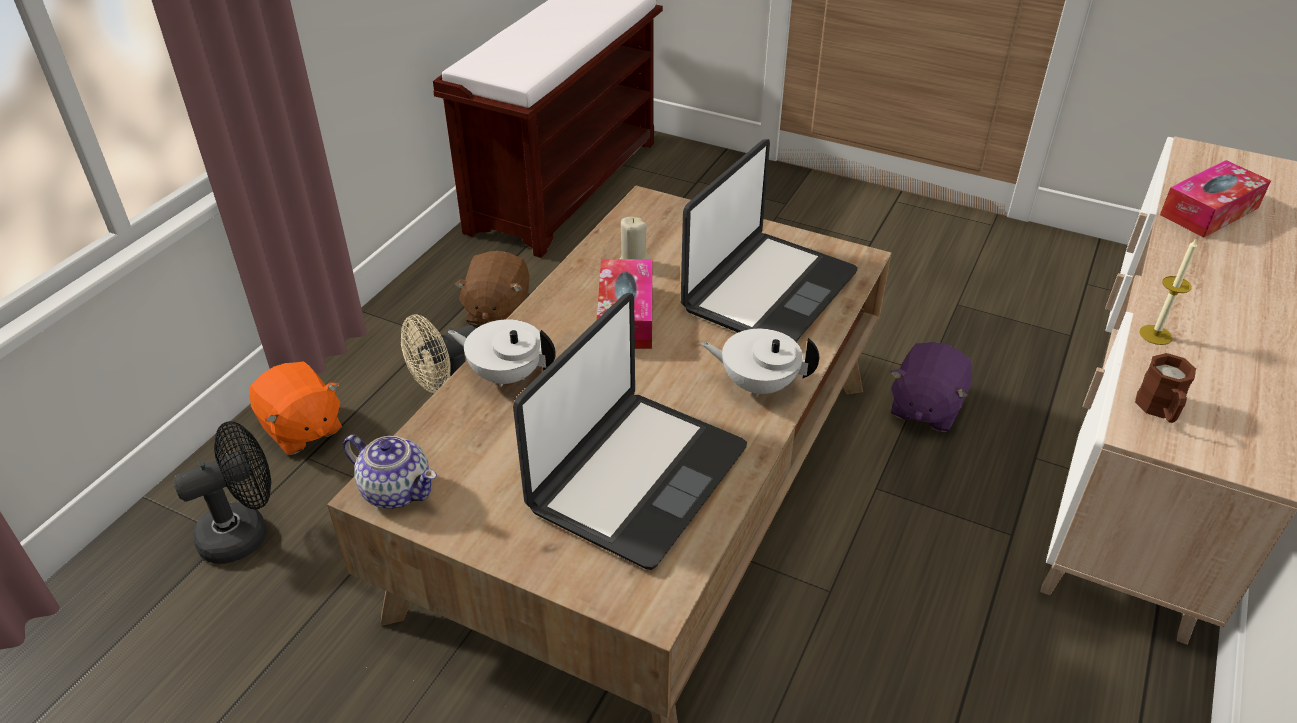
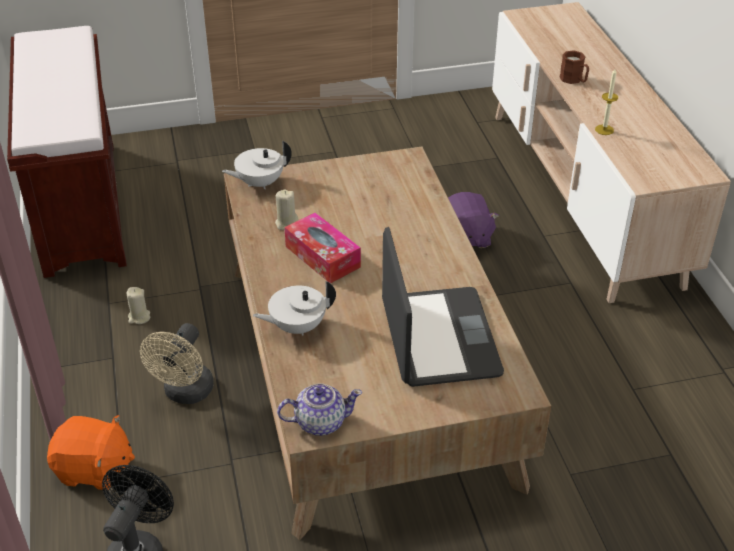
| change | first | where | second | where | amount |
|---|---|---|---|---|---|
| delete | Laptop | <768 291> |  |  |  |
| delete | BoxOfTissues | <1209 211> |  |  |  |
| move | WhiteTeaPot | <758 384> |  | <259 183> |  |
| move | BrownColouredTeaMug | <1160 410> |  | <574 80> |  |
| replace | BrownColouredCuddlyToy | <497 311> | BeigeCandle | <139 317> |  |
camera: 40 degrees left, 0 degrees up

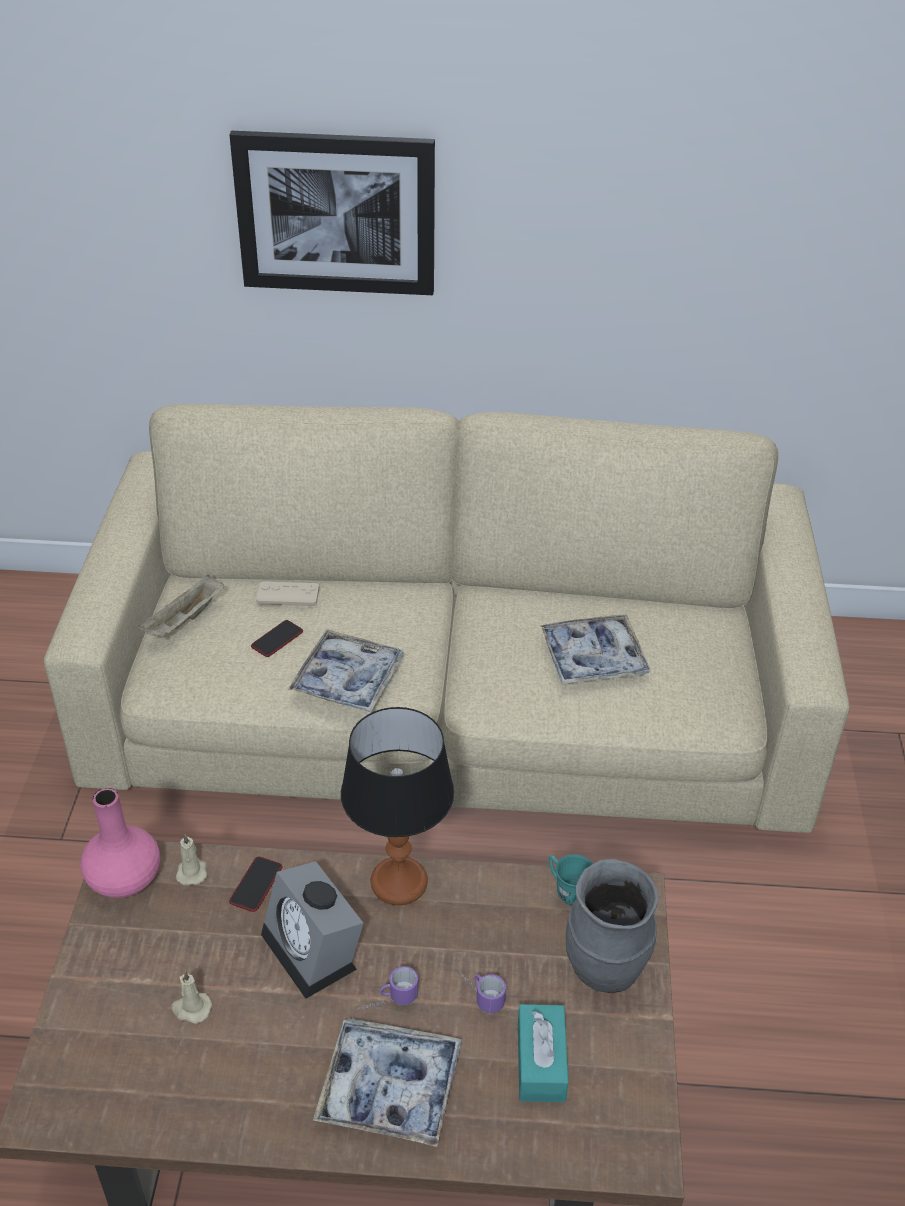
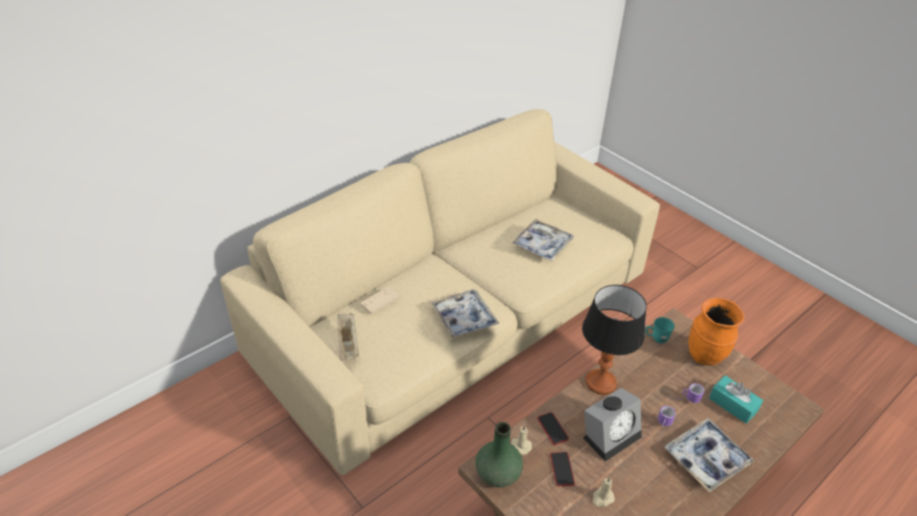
| change | first | where | second | where | amount |
|---|---|---|---|---|---|
| delete | WallArt | <336 213> |  |  |  |
| move | Phone | <277 639> |  | <562 469> |  |
| recolor | PinkFlowerVase | <124 879> | GreenFlowerVase | <498 474> |  |
| recolor | GrayFlowerVase | <605 970> | OrangeColouredFlowerVase | <705 356> |  |
| rotate | TableClock | <314 951> |  | <611 434> | 45 degrees counterclockwise |
camera: 45 degrees left, 0 degrees up

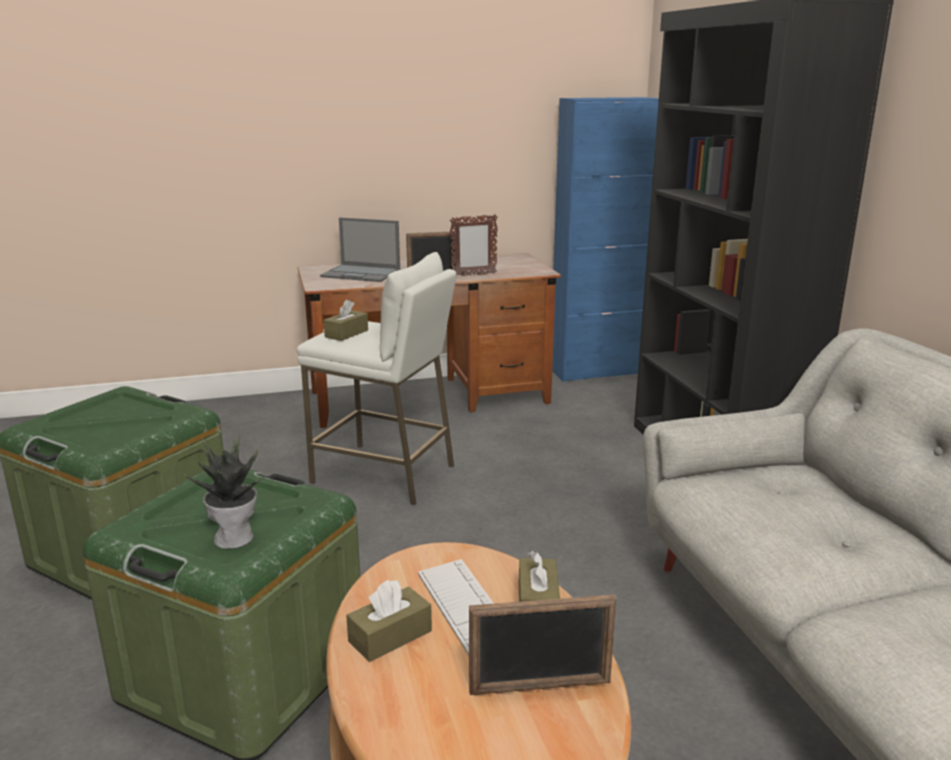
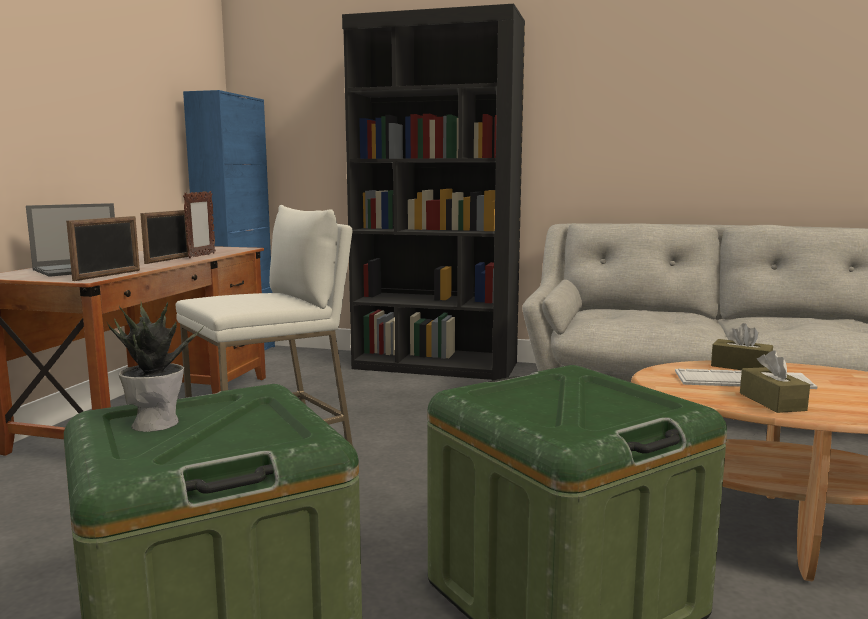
| change | first | where | second | where | amount |
|---|---|---|---|---|---|
| delete | BrownColouredBoxOfTissues | <346 333> |  |  |  |
| move | PlantInAPot | <235 538> |  | <156 423> |  |
| move | PictureFrame | <540 687> |  | <108 275> |  |
camera: 60 degrees left, 10 degrees down

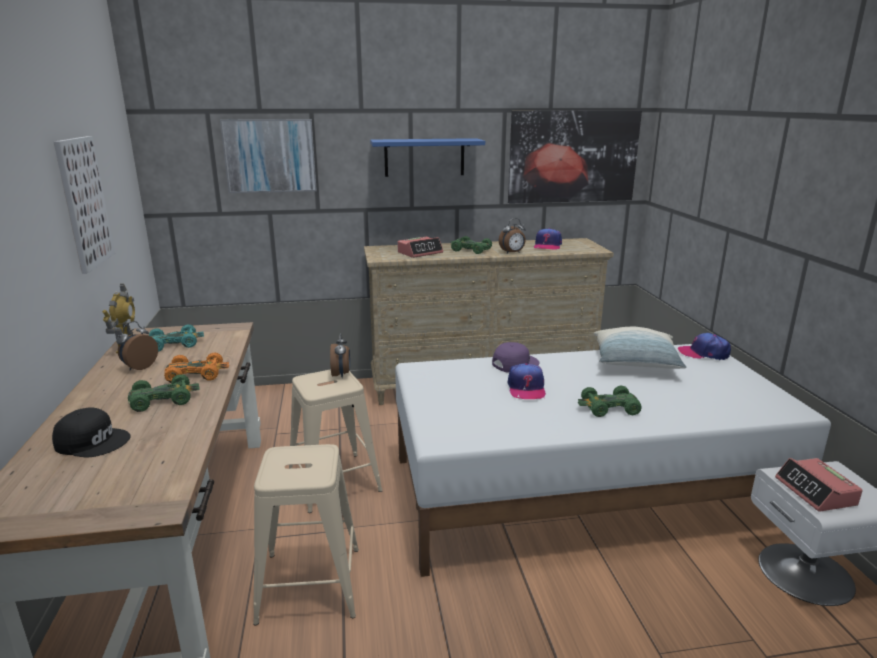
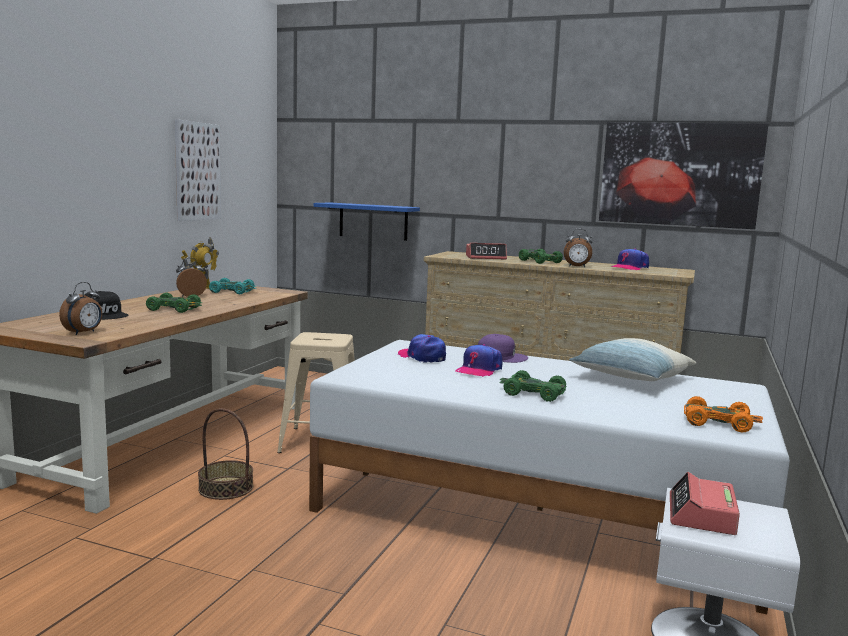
| change | first | where | second | where | amount |
|---|---|---|---|---|---|
| delete | WallArt | <270 156> |  |  |  |
| move | OrangeColouredToyCar | <197 374> |  | <719 423> |  |
| move | TableClock | <341 374> |  | <84 333> |  |
| move | BluishShelf | <424 157> |  | <373 221> |  |
| move | PeakedCap | <704 353> |  | <422 357> |  |
| replace | BeigeSittingStool | <310 584> | StorageBasket | <225 488> |  |
camera: 30 degrees right, 10 degrees down

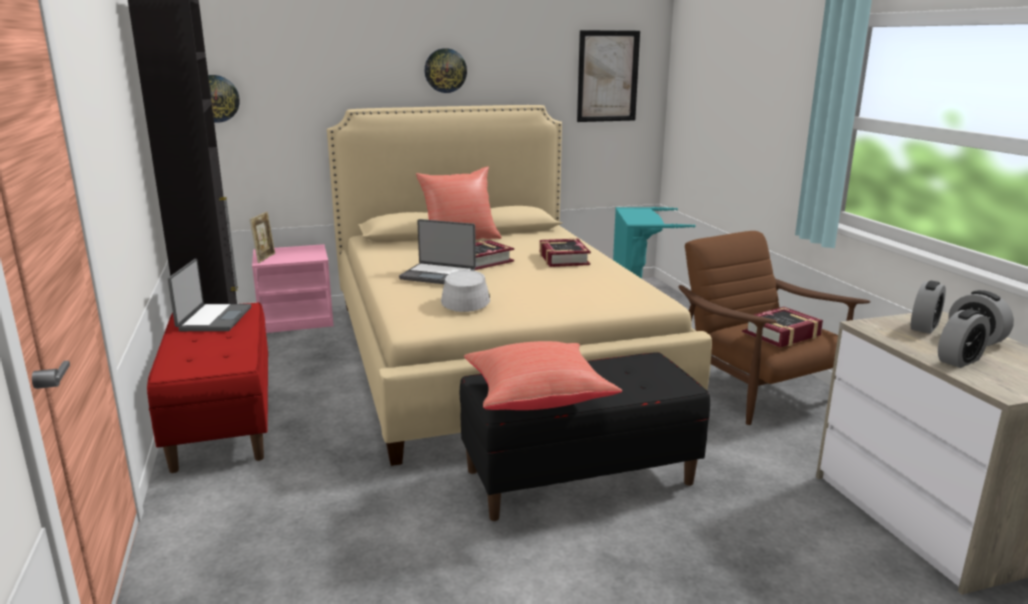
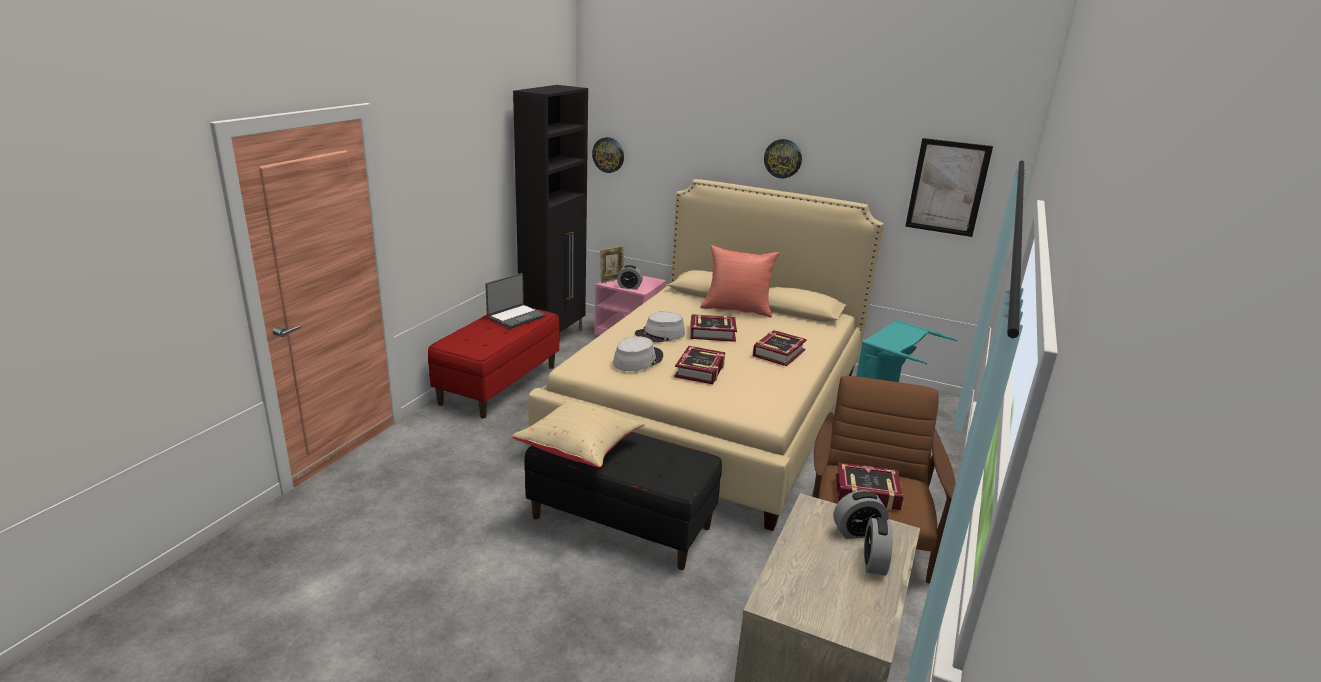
| change | first | where | second | where | amount |
|---|---|---|---|---|---|
| insert |  |  | BoundBook | <700 370> |  |
| move | TableClock | <959 360> |  | <629 287> |  |
| replace | Laptop | <438 275> | GrayClothingHat | <660 334> |  |
| recolor | ReddishPillow | <536 397> | BeigePillow | <580 448> |  |
camera: 40 degrees right, 5 degrees up

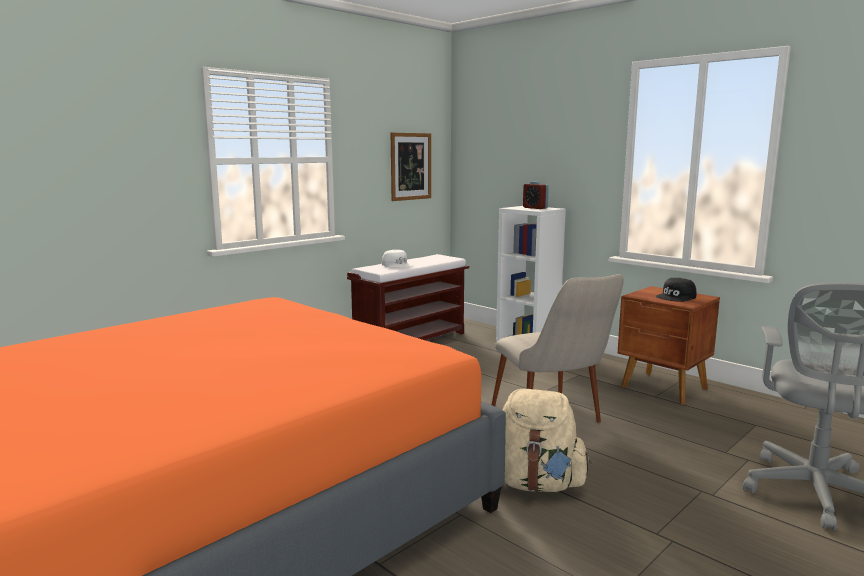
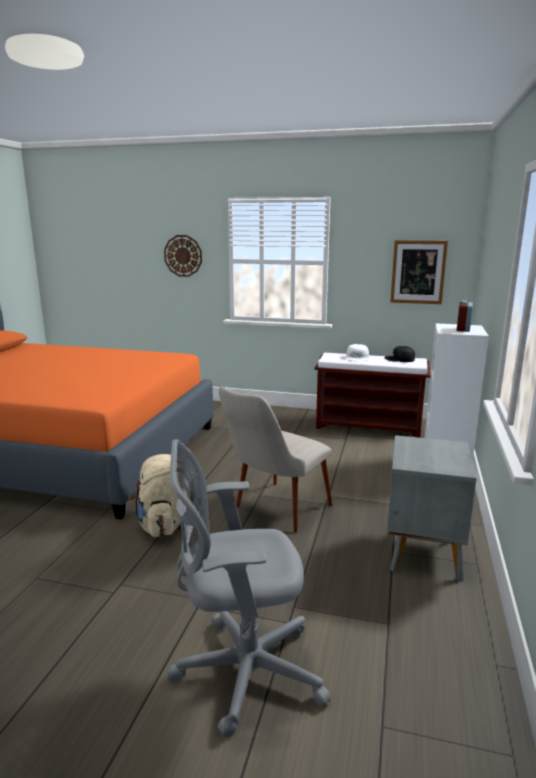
| change | first | where | second | where | amount |
|---|---|---|---|---|---|
| insert |  |  | ClockOnTheWall | <183 256> |  |
| move | BlackColouredPeakedCap | <676 297> |  | <400 359> |  |
| recolor | BrownColouredNightstand | <664 388> | GrayNightstand | <423 554> |  |
camera: 60 degrees right, 5 degrees up

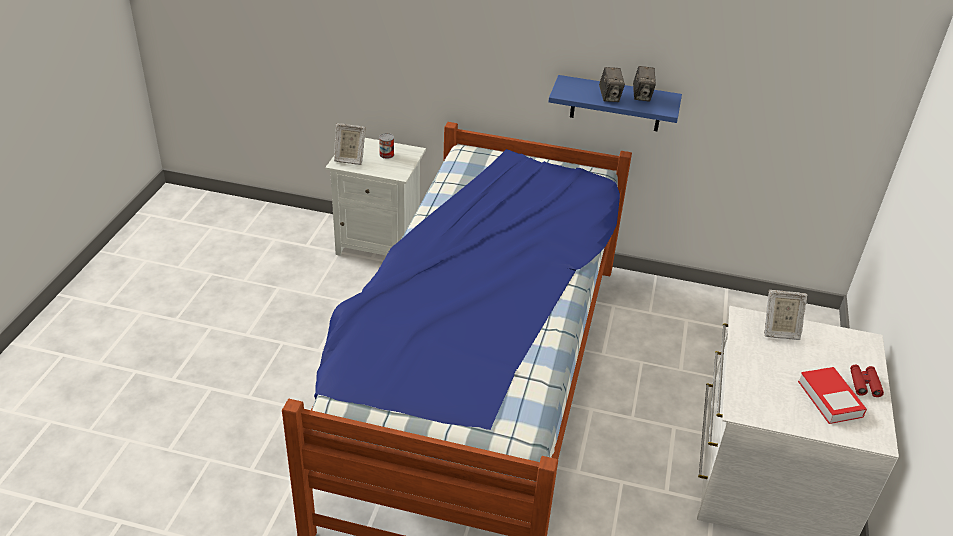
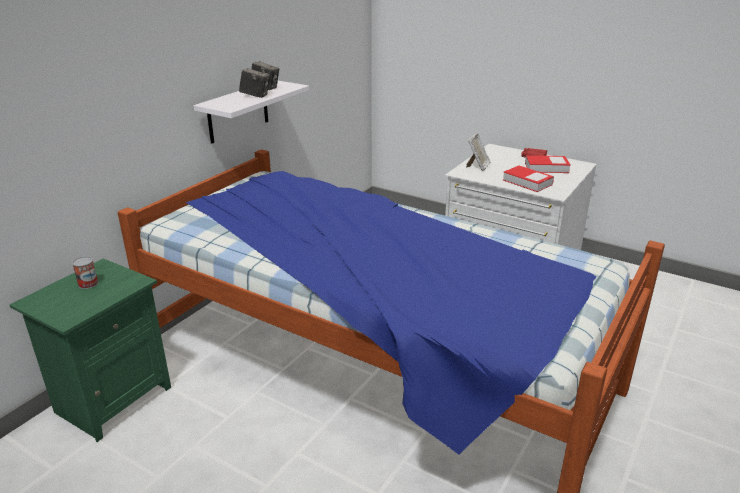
| change | first | where | second | where | amount |
|---|---|---|---|---|---|
| delete | PictureFrame | <349 159> |  |  |  |
| insert |  |  | BoundBook | <527 182> |  |
| recolor | WhiteNightstand | <379 244> | GreenNightstand | <112 399> |  |
| recolor | BluishShelf | <616 104> | WhiteShelf | <238 112> |  |
camera: 70 degrees left, 10 degrees down

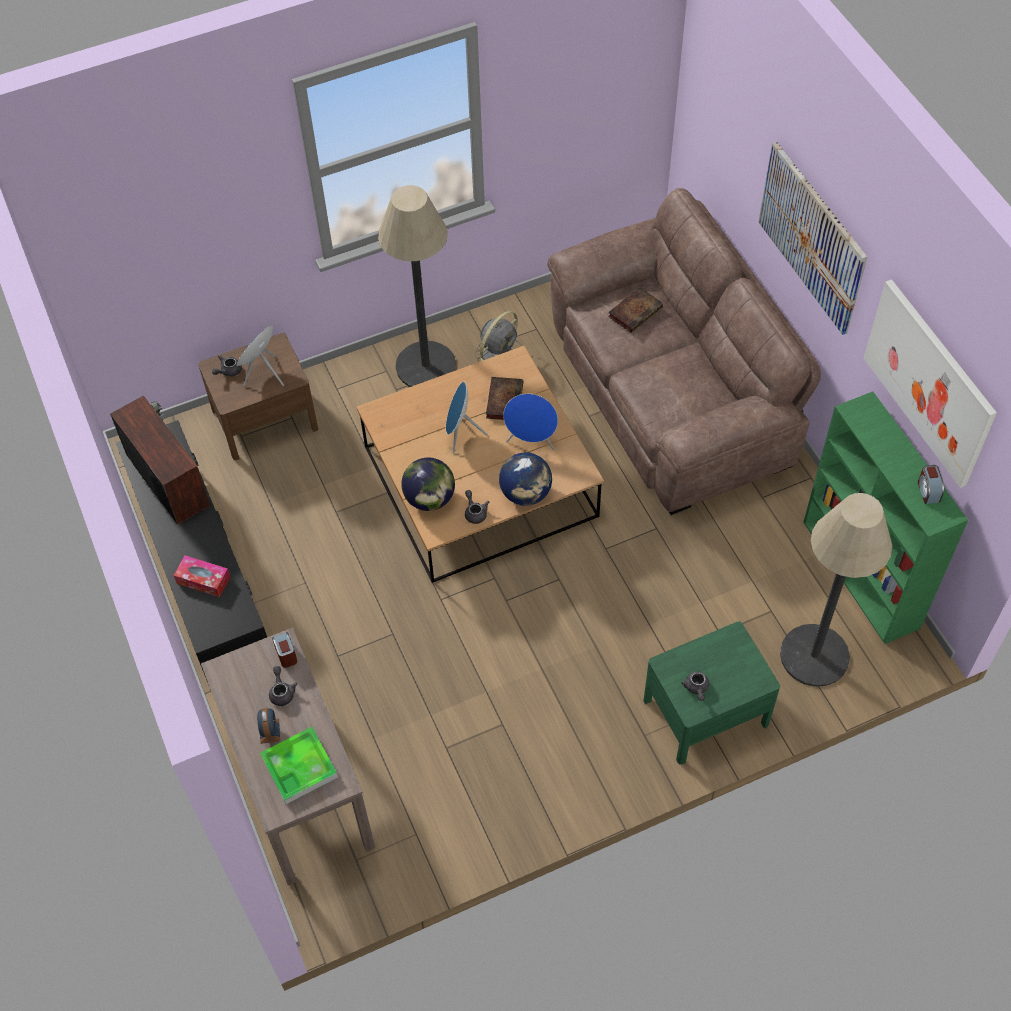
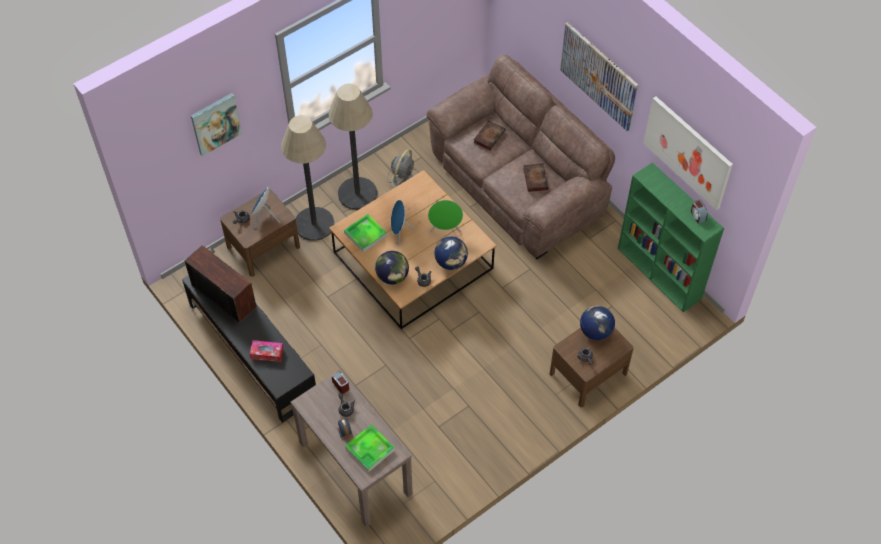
| change | first | where | second | where | amount |
|---|---|---|---|---|---|
| insert |  |  | WallArt | <215 123> |  |
| insert |  |  | Tray | <365 234> |  |
| insert |  |  | WorldGlobe | <595 331> |  |
| move | BoundBook | <504 400> |  | <535 178> |  |
| move | StandardLamp | <814 655> |  | <314 224> |  |
| recolor | BluishLoudspeaker | <531 441> | GreenLoudspeaker | <445 229> |  |
| recolor | GreenNightstand | <705 712> | BrownColouredNightstand | <588 373> |  |
camera: 15 degrees left, 0 degrees up

